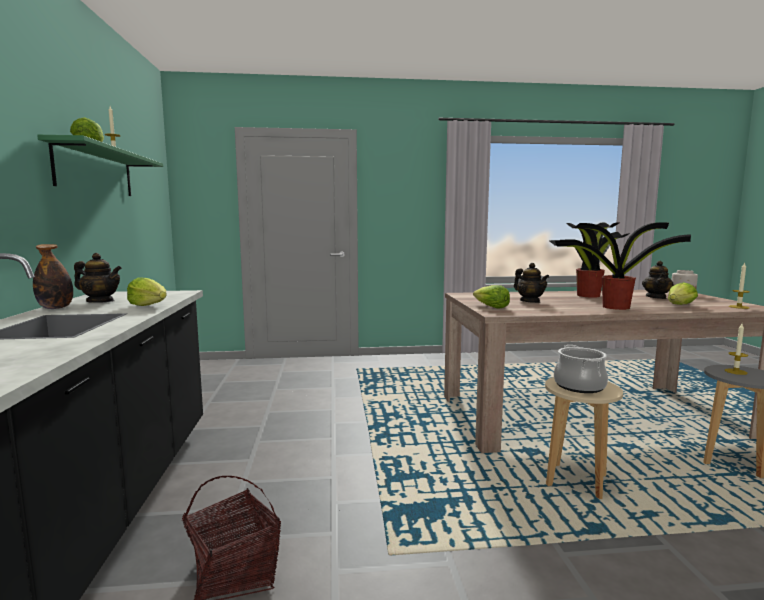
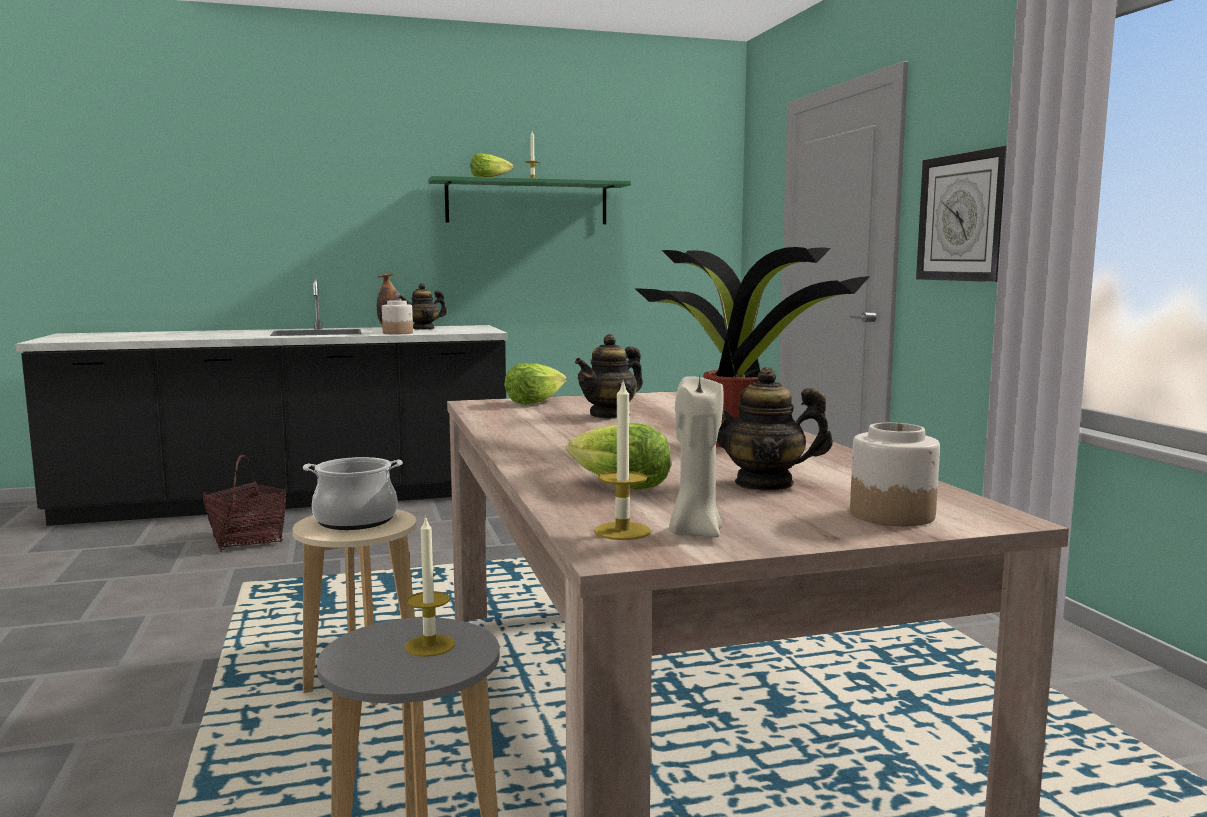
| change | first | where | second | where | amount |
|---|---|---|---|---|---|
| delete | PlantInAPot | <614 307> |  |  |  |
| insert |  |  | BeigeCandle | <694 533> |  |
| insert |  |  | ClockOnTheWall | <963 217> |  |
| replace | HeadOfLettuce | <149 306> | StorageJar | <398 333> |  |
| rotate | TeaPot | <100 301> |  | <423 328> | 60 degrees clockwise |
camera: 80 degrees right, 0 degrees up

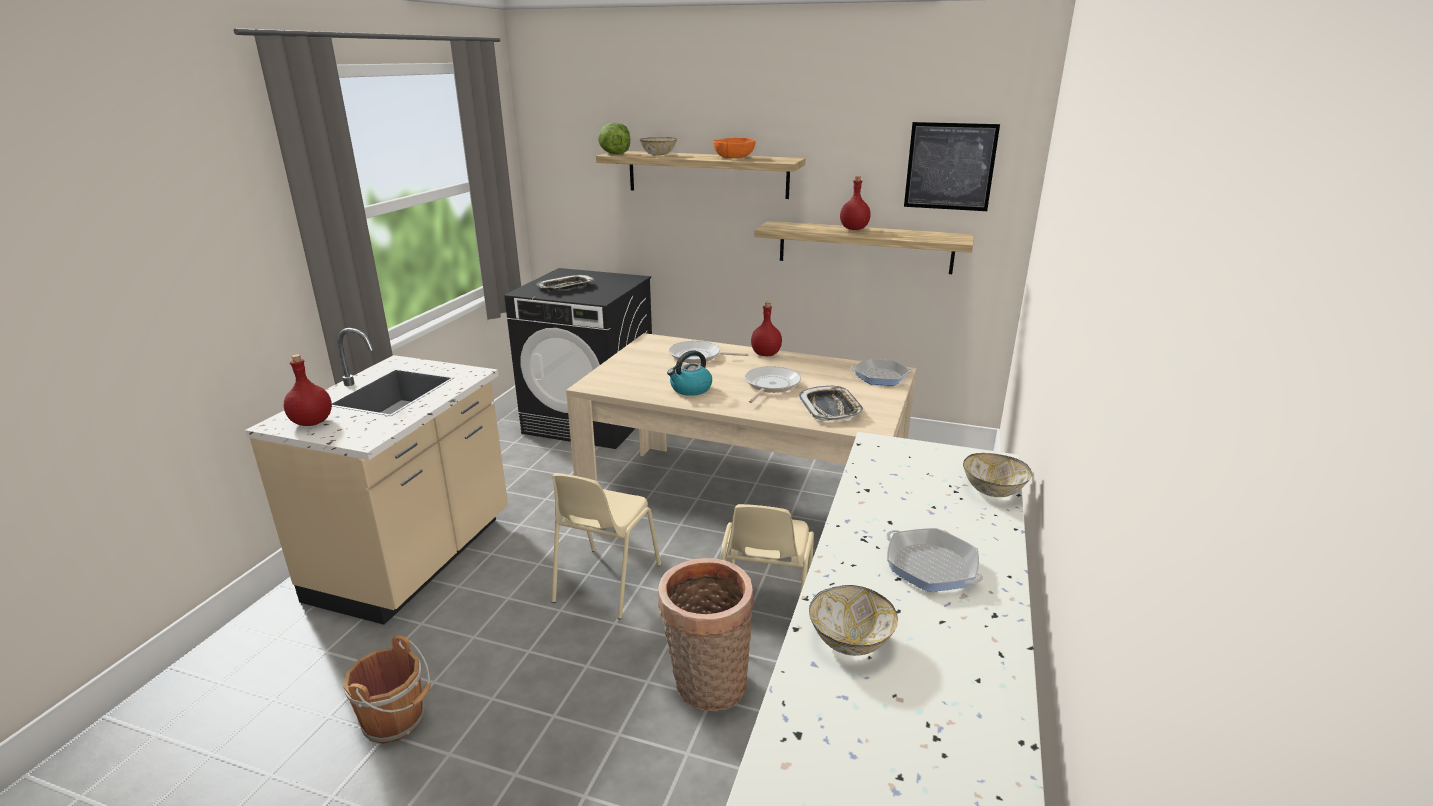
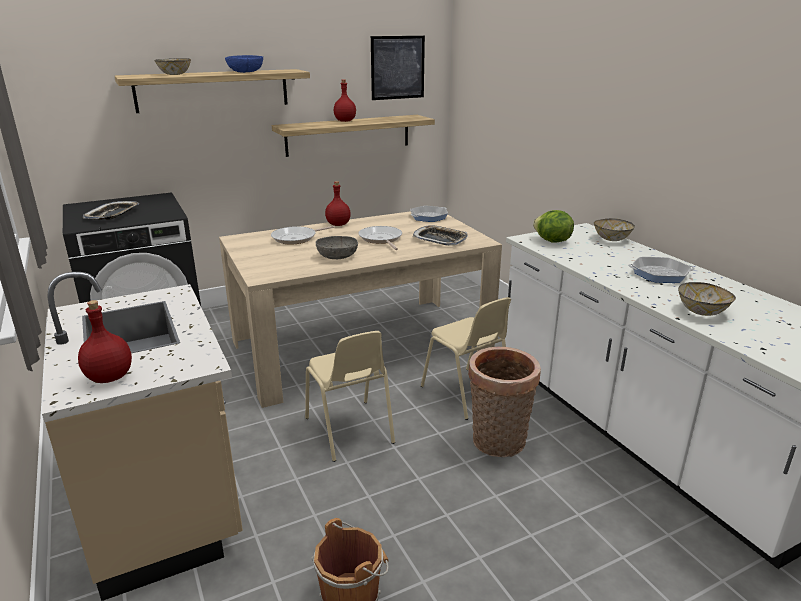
| change | first | where | second | where | amount |
|---|---|---|---|---|---|
| move | HeadOfLettuce | <615 154> |  | <552 241> |  |
| replace | TeaKettle | <690 389> | GrayBowl | <337 256> |  |
| recolor | OrangeColouredBowl | <733 157> | BluishBowl | <245 72> |  |
camera: 45 degrees left, 0 degrees up

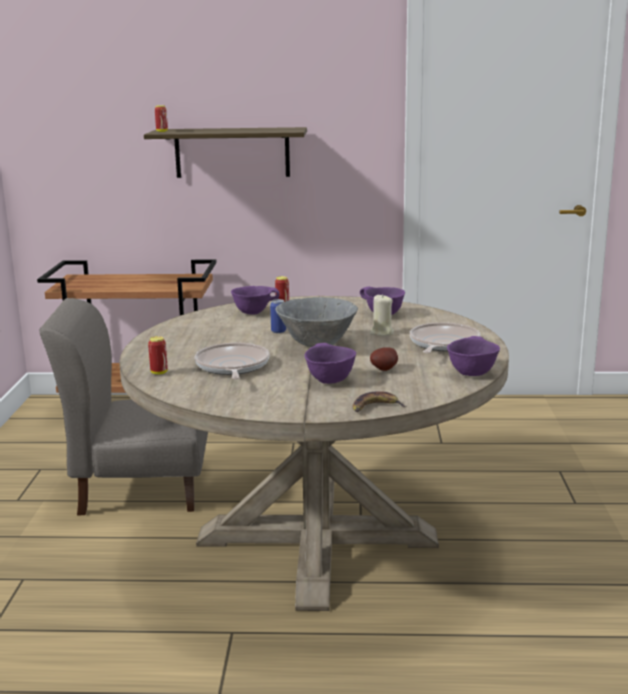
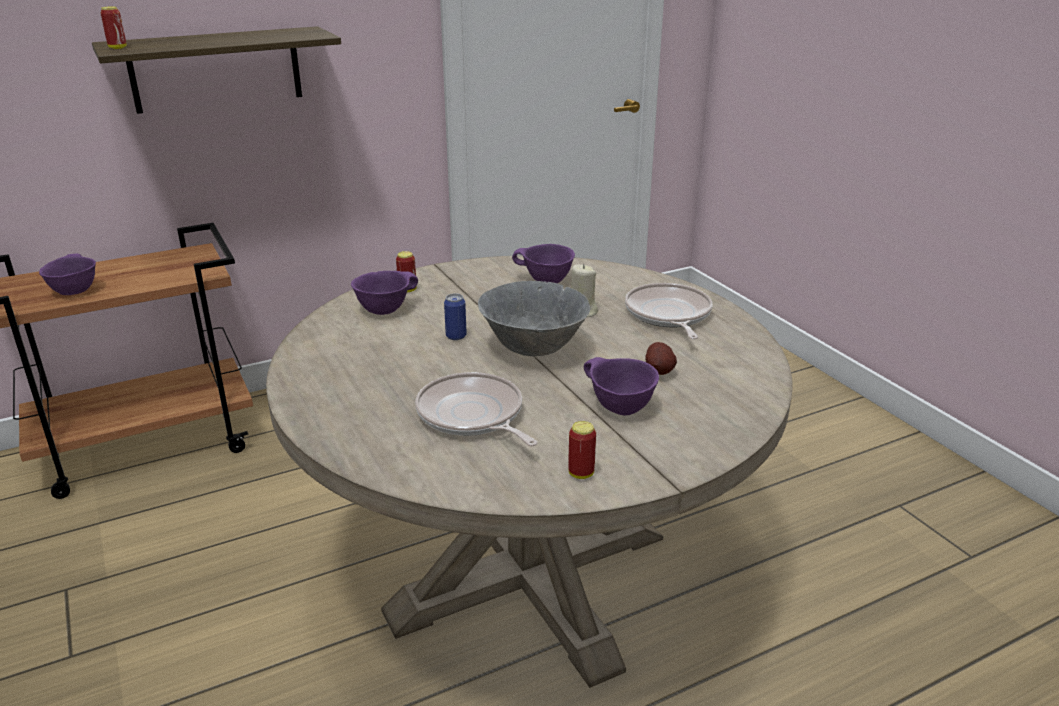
| change | first | where | second | where | amount |
|---|---|---|---|---|---|
| delete | GrayChair | <140 488> |  |  |  |
| delete | WholeBanana | <375 407> |  |  |  |
| move | MetalCan | <159 372> |  | <581 473> |  |
| move | PurpleBowl | <471 373> |  | <74 291> |  |
camera: 30 degrees left, 10 degrees up

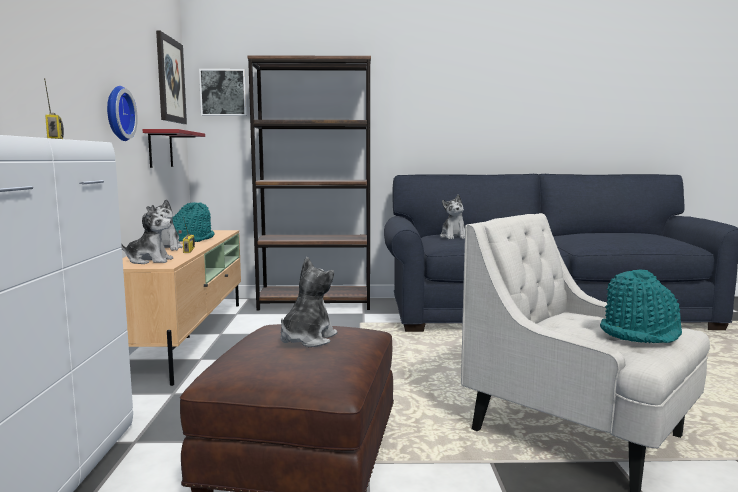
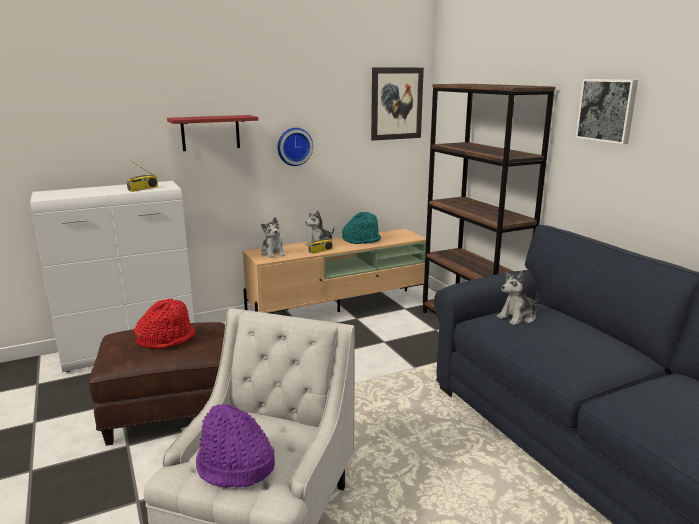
| change | first | where | second | where | amount |
|---|---|---|---|---|---|
| move | ReddishShelf | <160 149> |  | <210 133> |  |
| move | WallArt | <223 92> |  | <607 110> |  |
| replace | CuddlyToy | <307 339> | ReddishClothingHat | <166 339> |  |
| recolor | TurquoiseClothingHat | <640 334> | PurpleClothingHat | <234 467> |  |
camera: 65 degrees right, 10 degrees up

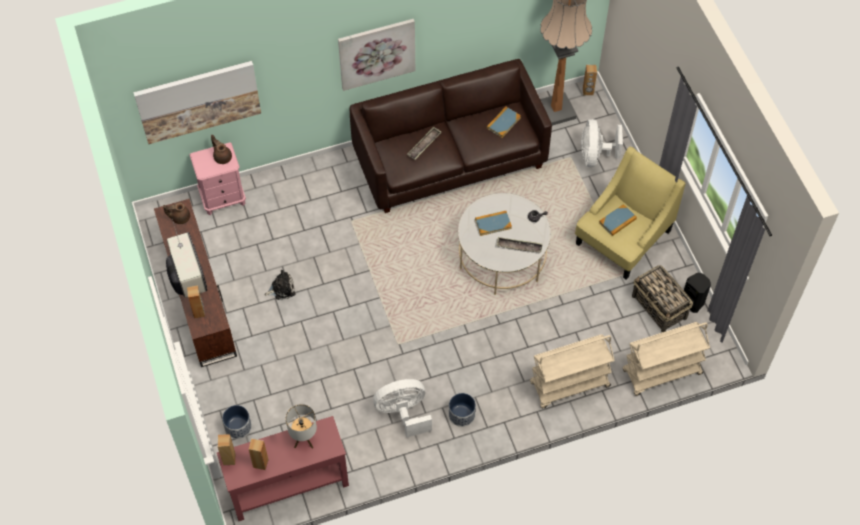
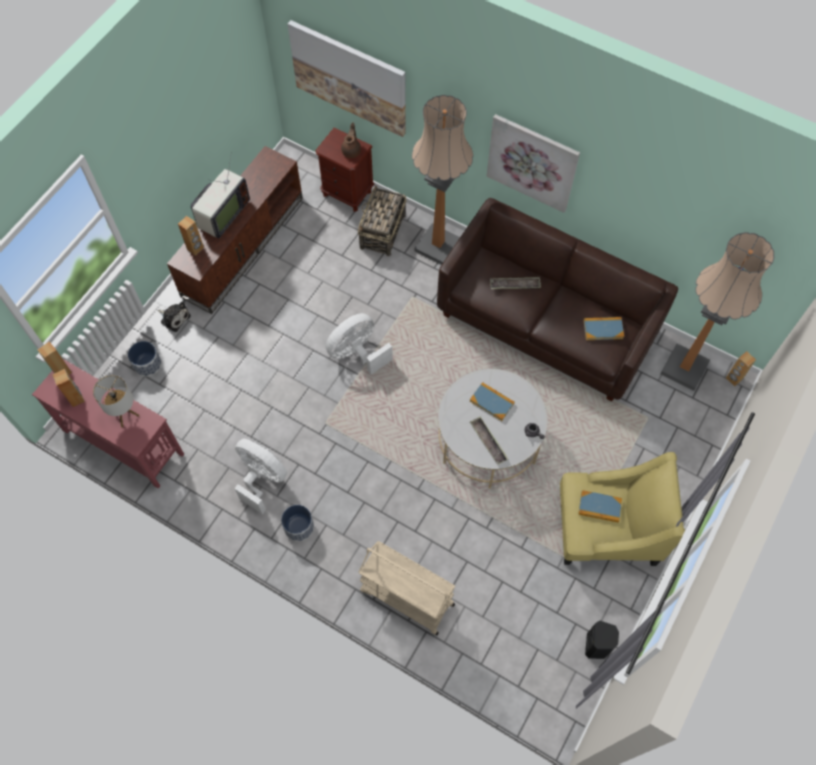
| change | first | where | second | where | amount |
|---|---|---|---|---|---|
| delete | BrownColouredTeaPot | <180 217> |  |  |  |
| delete | BeigeTrolley | <661 373> |  |  |  |
| insert |  |  | StandardLamp | <438 246> |  |
| move | CuddlyToy | <281 289> |  | <174 318> |  |
| move | WhiteCoolingFan | <595 155> |  | <357 353> |  |
| move | StorageBasket | <659 307> |  | <382 232> |  |
| recolor | PinkNightstand | <223 198> | BrownColouredNightstand | <347 193> |  |
camera: 50 degrees right, 5 degrees up

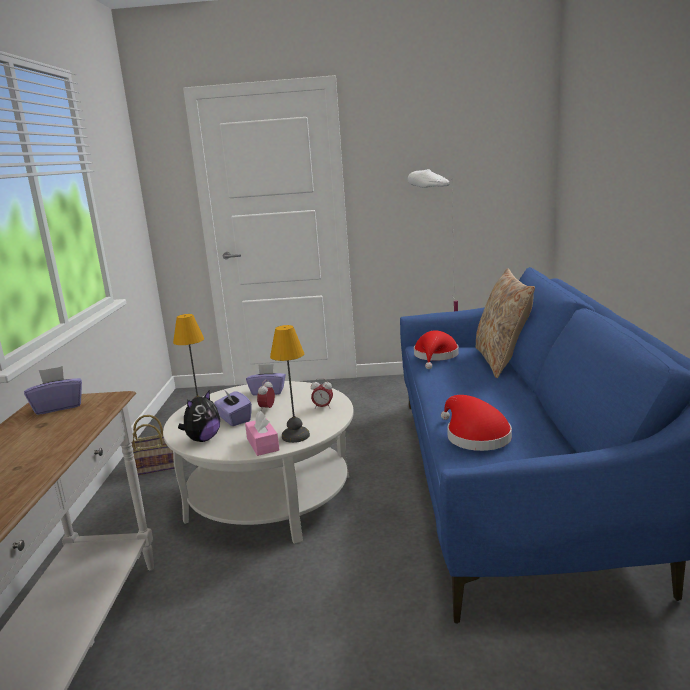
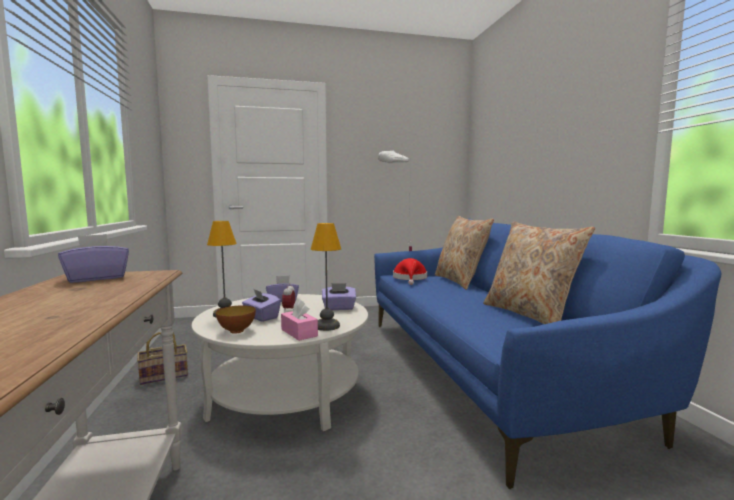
| change | first | where | second | where | amount |
|---|---|---|---|---|---|
| delete | ReddishClothingHat | <474 436> |  |  |  |
| insert |  |  | BeigePillow | <530 314> |  |
| replace | CuddlyToy | <203 439> | Bowl | <236 331> |  |
| replace | TableClock | <323 407> | PurpleBoxOfTissues | <339 308> |  |
camera: 15 degrees left, 10 degrees down

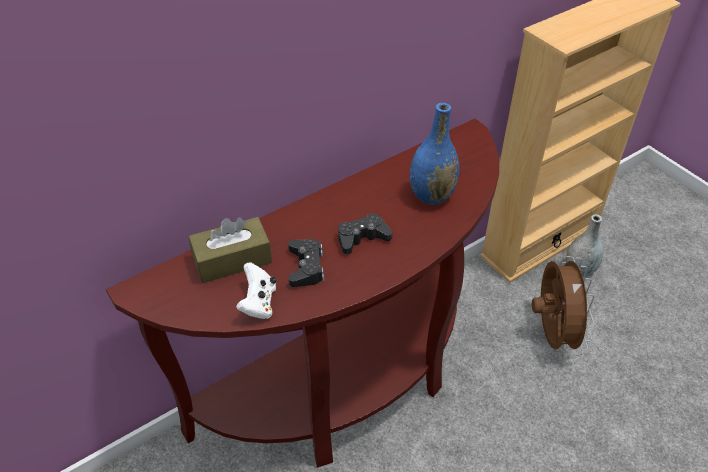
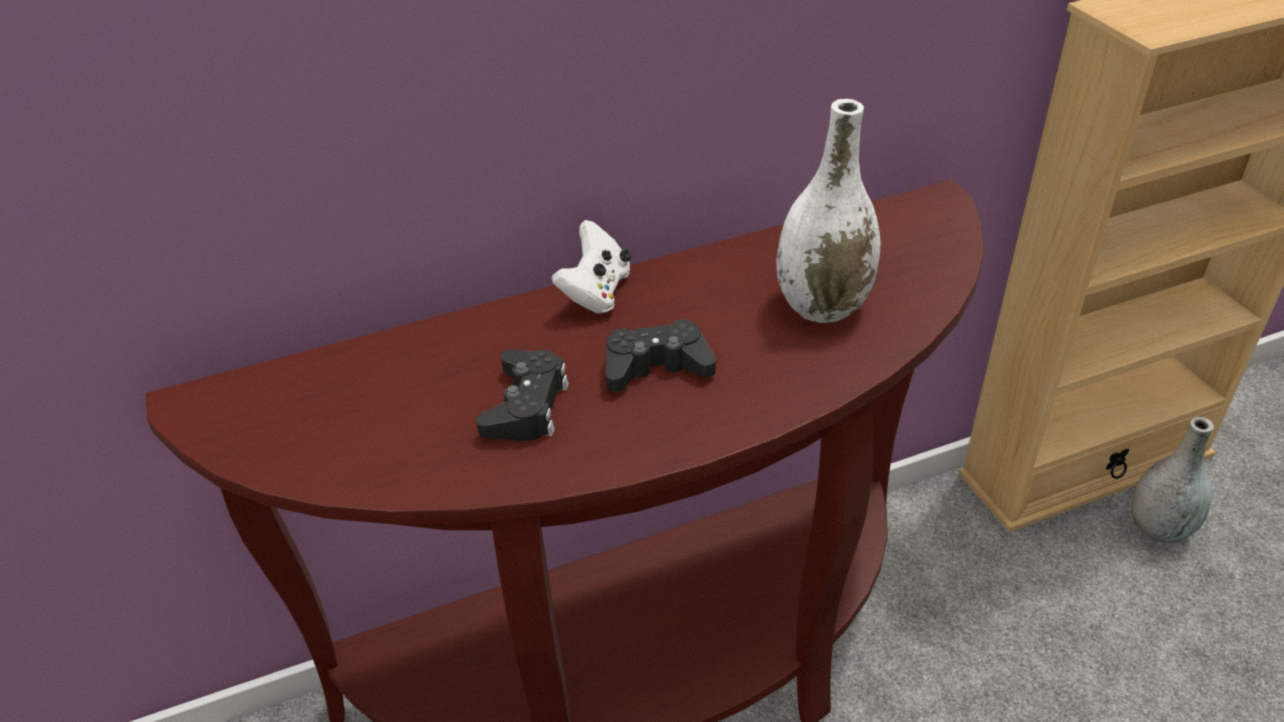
| change | first | where | second | where | amount |
|---|---|---|---|---|---|
| delete | BrownColouredBoxOfTissues | <232 260> |  |  |  |
| delete | BrownColouredCoolingFan | <551 333> |  |  |  |
| move | WhiteJoypad | <259 303> |  | <596 292> |  |
| recolor | BluishFlowerVase | <431 195> | WhiteFlowerVase | <822 306> |  |
camera: 15 degrees right, 5 degrees down

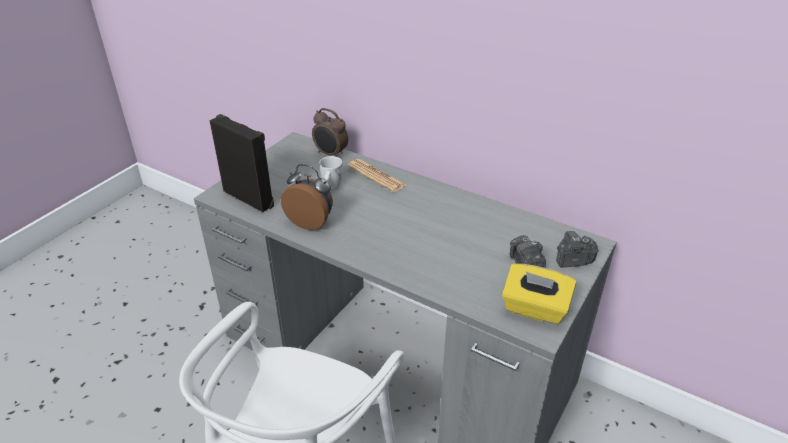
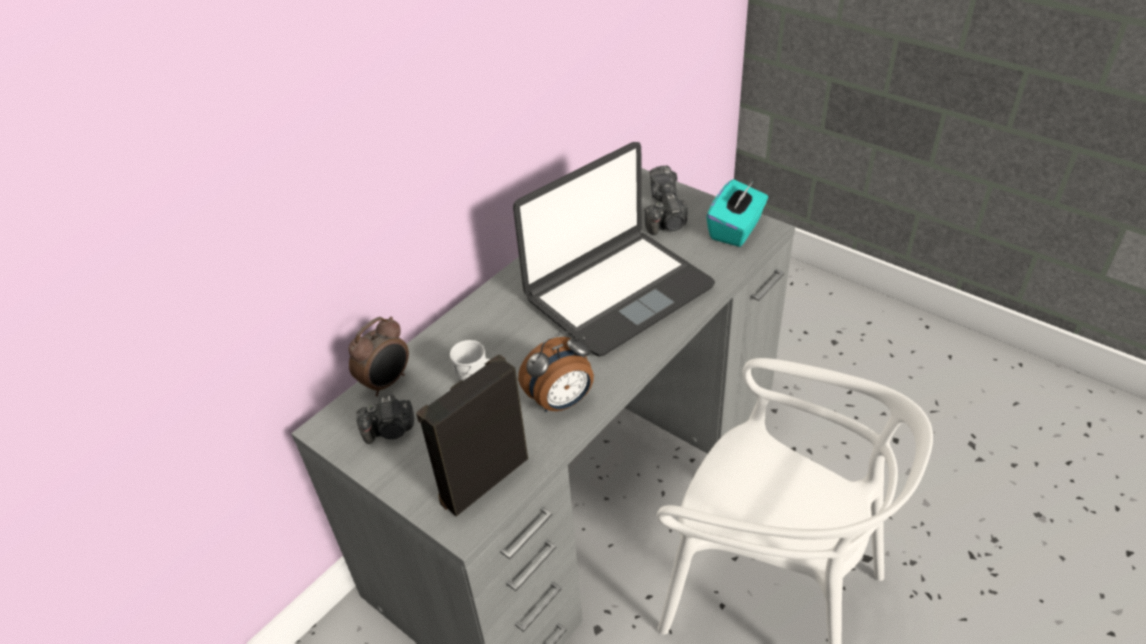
| change | first | where | second | where | amount |
|---|---|---|---|---|---|
| delete | PrintedPaper | <376 176> |  |  |  |
| insert |  |  | StillCamera | <390 430> |  |
| insert |  |  | Laptop | <617 292> |  |
| recolor | YellowBoxOfTissues | <534 309> | TurquoiseBoxOfTissues | <736 229> |  |
| rotate | TableClock | <311 222> |  | <561 402> | 150 degrees counterclockwise |
camera: 80 degrees left, 5 degrees up

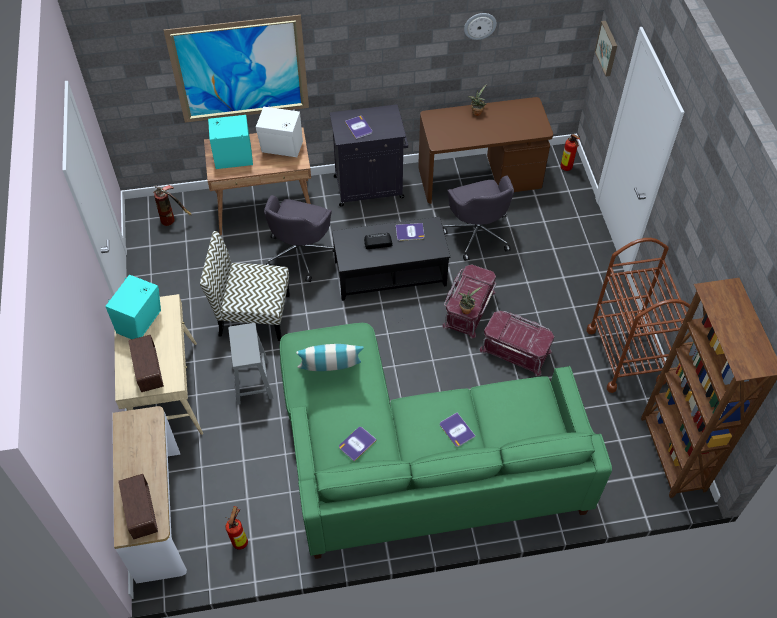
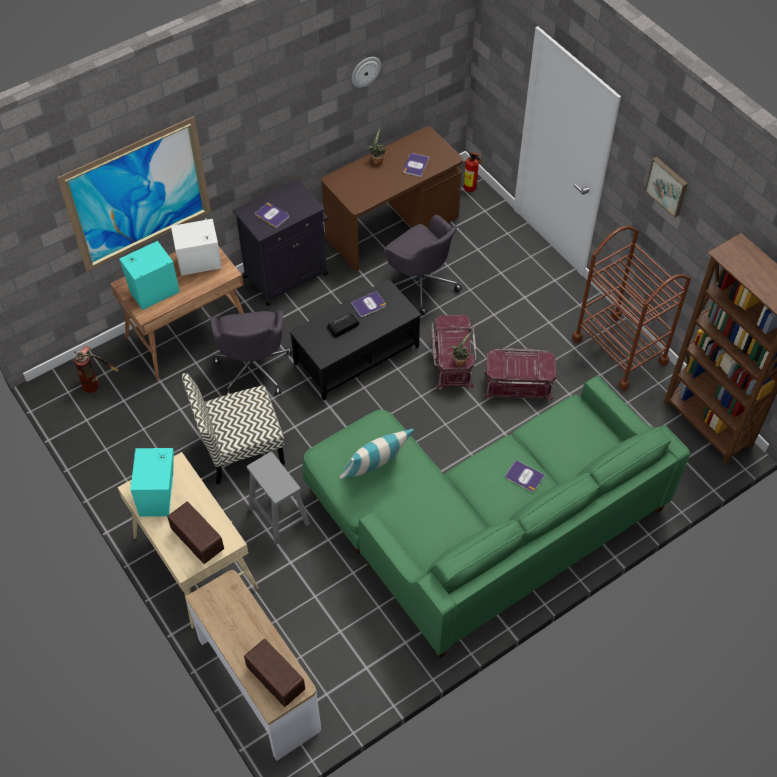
| change | first | where | second | where | amount |
|---|---|---|---|---|---|
| delete | FireFightingCylinder | <241 540> |  |  |  |
| move | BoundBook | <357 443> |  | <415 165> |  |
| move | WallArt | <607 48> |  | <667 186> |  |
camera: 25 degrees left, 0 degrees up

